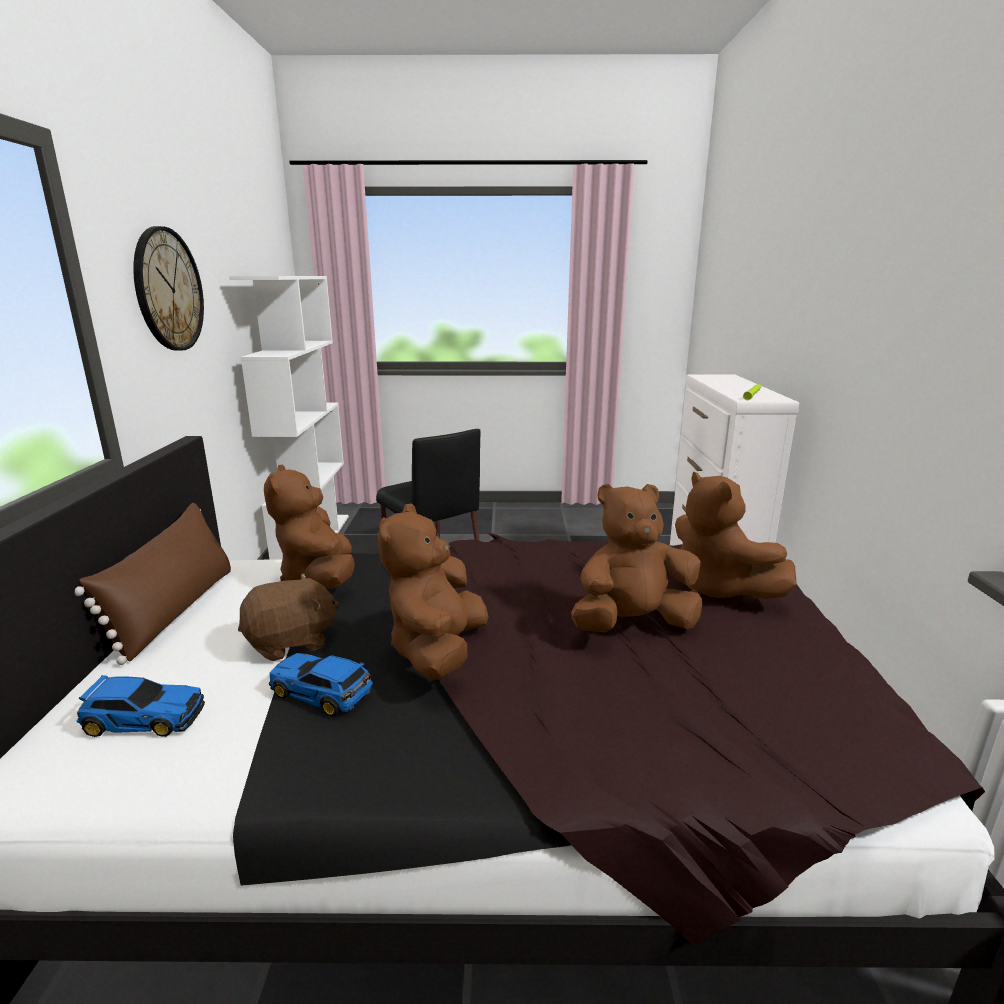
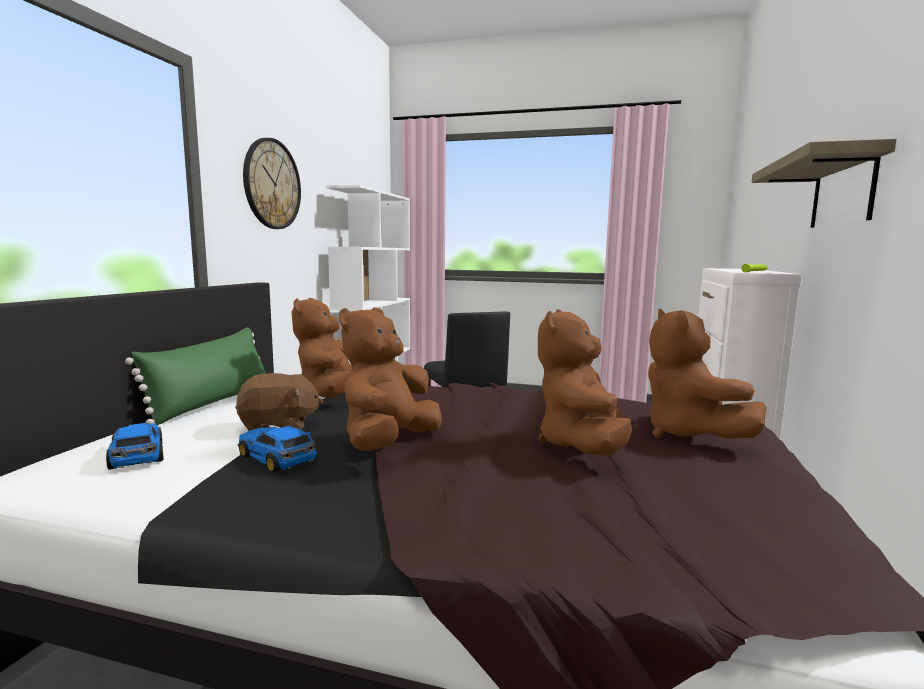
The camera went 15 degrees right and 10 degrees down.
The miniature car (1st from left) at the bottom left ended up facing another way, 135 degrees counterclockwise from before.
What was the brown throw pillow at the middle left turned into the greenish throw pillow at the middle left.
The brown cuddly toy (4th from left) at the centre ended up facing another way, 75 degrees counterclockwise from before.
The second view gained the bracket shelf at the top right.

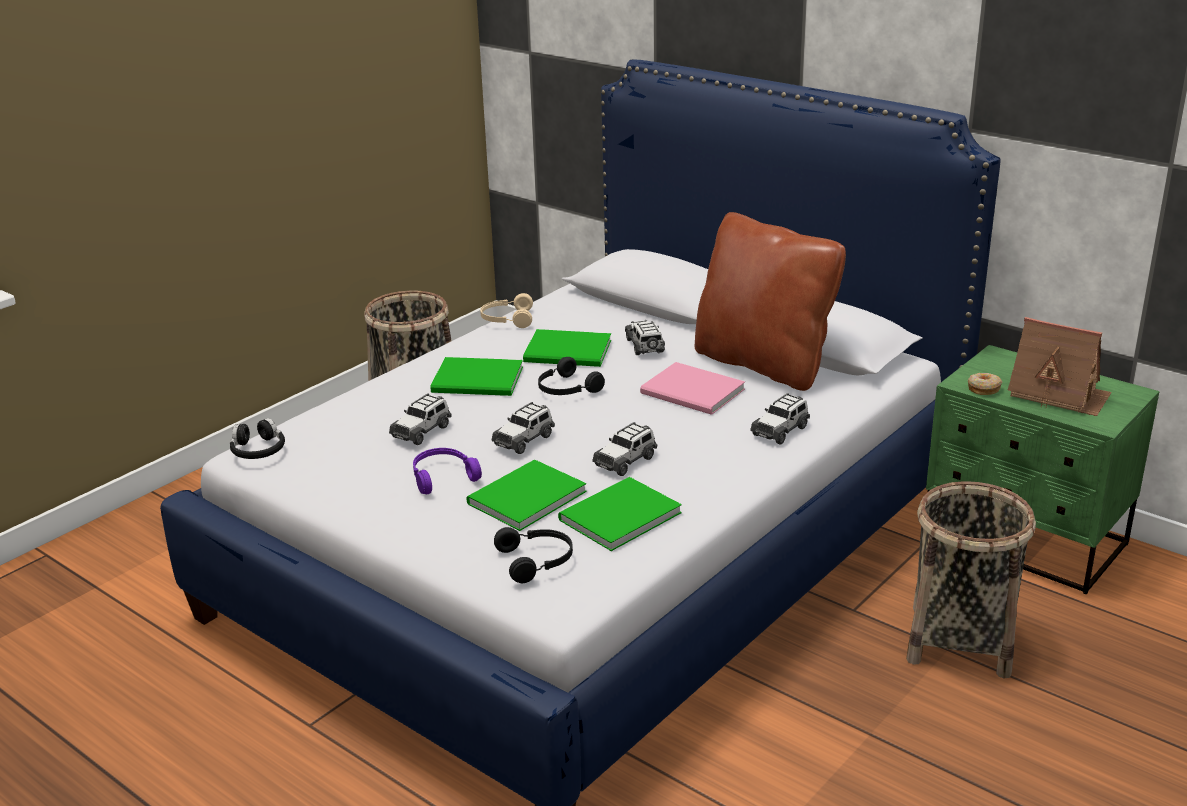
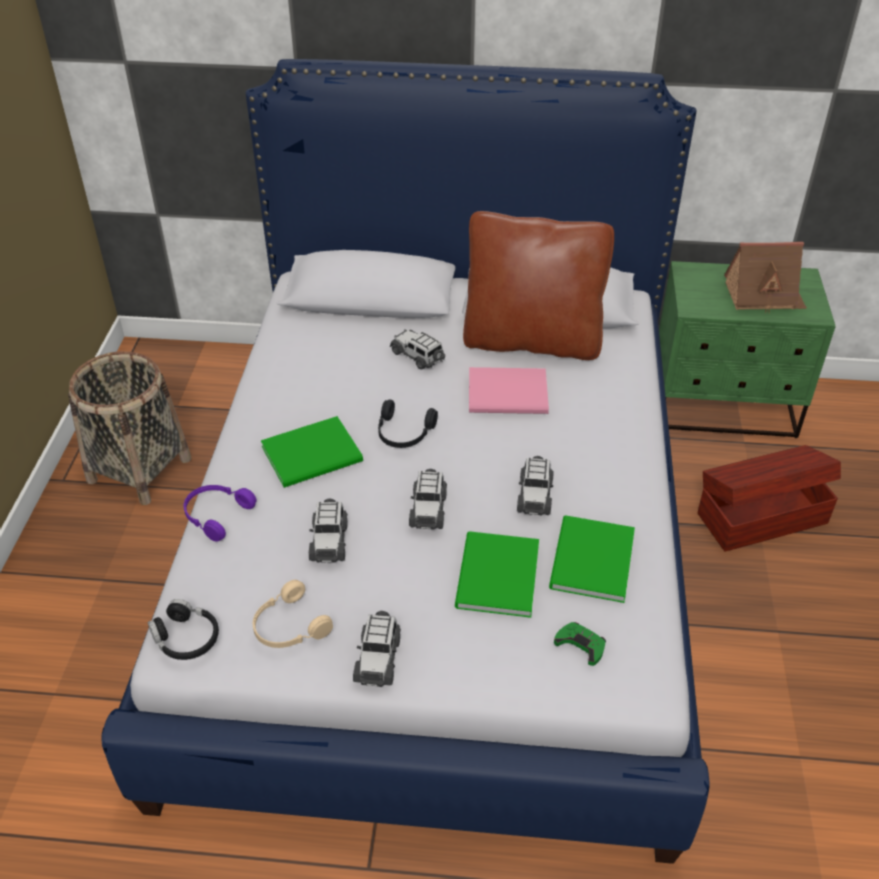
The camera went 35 degrees left and 15 degrees up.
The purple headset ended up elsewhere, having gone from the centre to the middle left.
The sand-coloured headset ended up elsewhere, having gone from the centre to the bottom centre.
The miniature car (5th from left in the first image) ended up elsewhere, having gone from the centre to the bottom centre.
Where the blackish headset (2nd from left) stood at the bottom centre, the greenish joypad came to stand at the bottom centre.
Where the basket (2nd from left) stood at the bottom right, the brown storage container came to stand at the middle right.
The second view lost the greenish book (3rd from left) at the centre.
The second view lost the doughnut at the middle right.

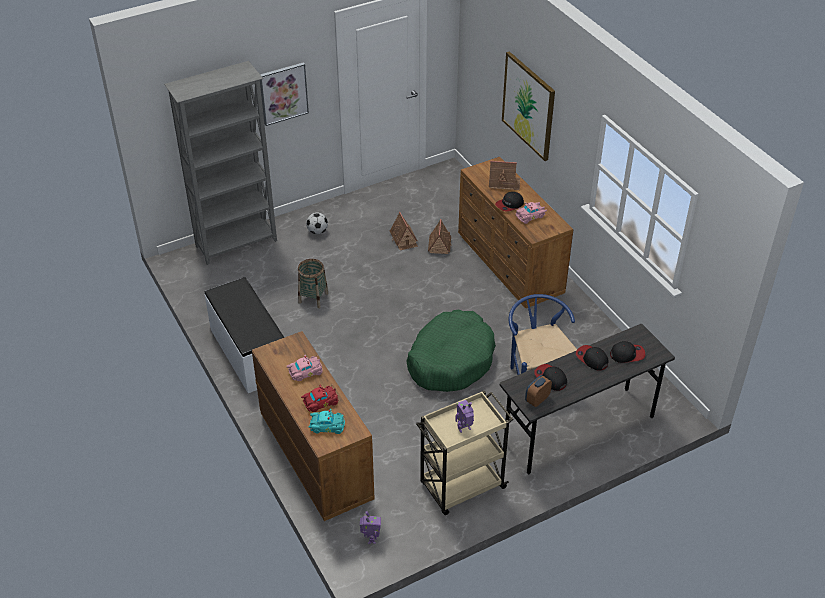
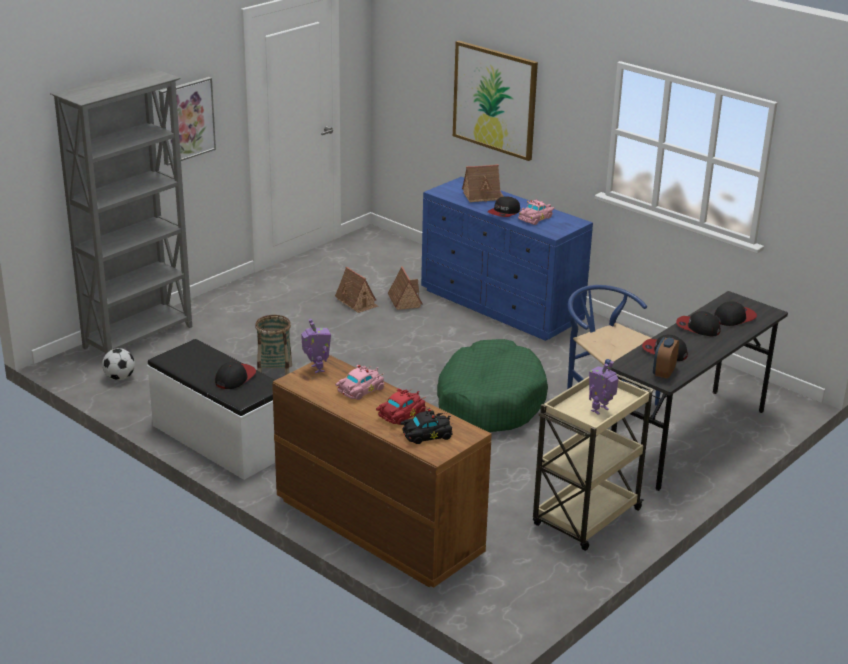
The camera went 20 degrees left and 15 degrees down.
The football ball ended up elsewhere, having gone from the centre to the middle left.
The second view gained the peaked cap (1st from left) at the middle left.
The robot figure (1st from left) ended up elsewhere, having gone from the bottom centre to the centre.
What was the turquoise miniature car at the bottom centre turned into the blackish miniature car at the centre.
What was the brown dresser (2nd from left) at the centre turned into the blue-coloured dresser at the centre.

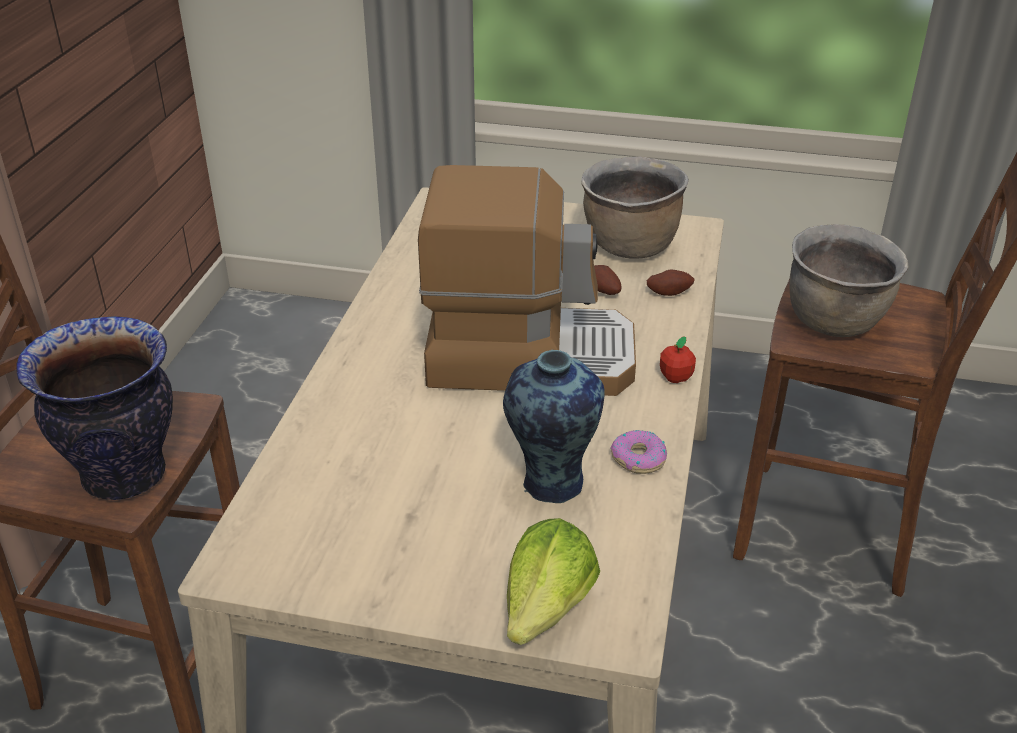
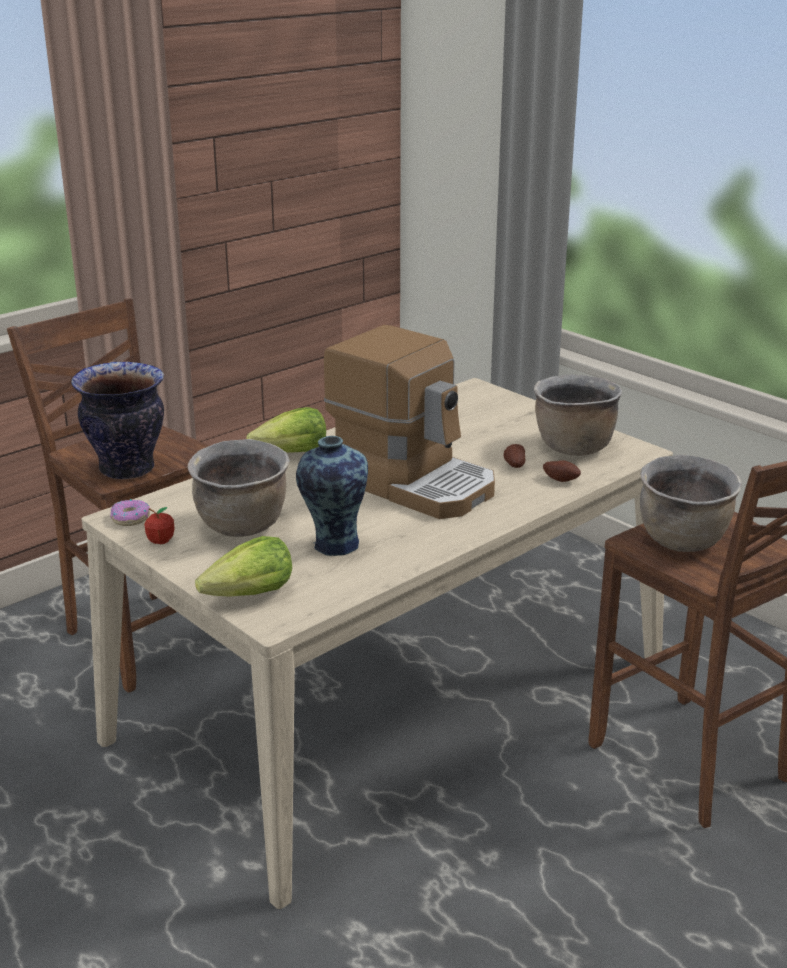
The camera went 35 degrees right and 10 degrees down.
The doughnut ended up elsewhere, having gone from the centre to the middle left.
The apple ended up elsewhere, having gone from the middle right to the middle left.
The second view gained the brown saucepot (1st from left) at the middle left.
The second view gained the lettuce head (2nd from left) at the centre.

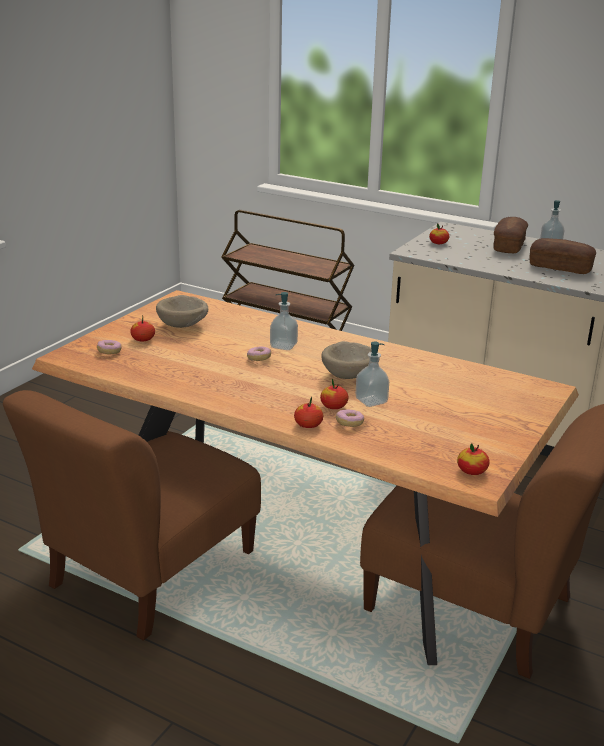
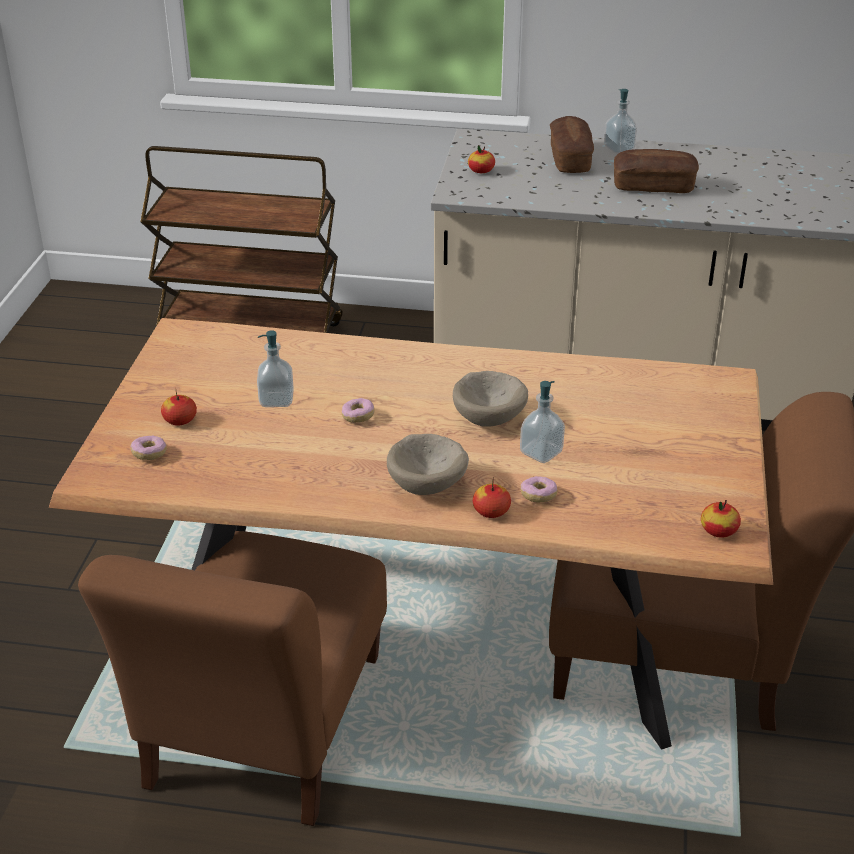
The camera went 20 degrees left and 10 degrees up.
The liquid soap bottle (1st from left) ended up elsewhere, having gone from the centre to the middle left.
The sand-coloured bowl (1st from left) ended up elsewhere, having gone from the middle left to the centre.
The second view lost the apple (3rd from left) at the centre.

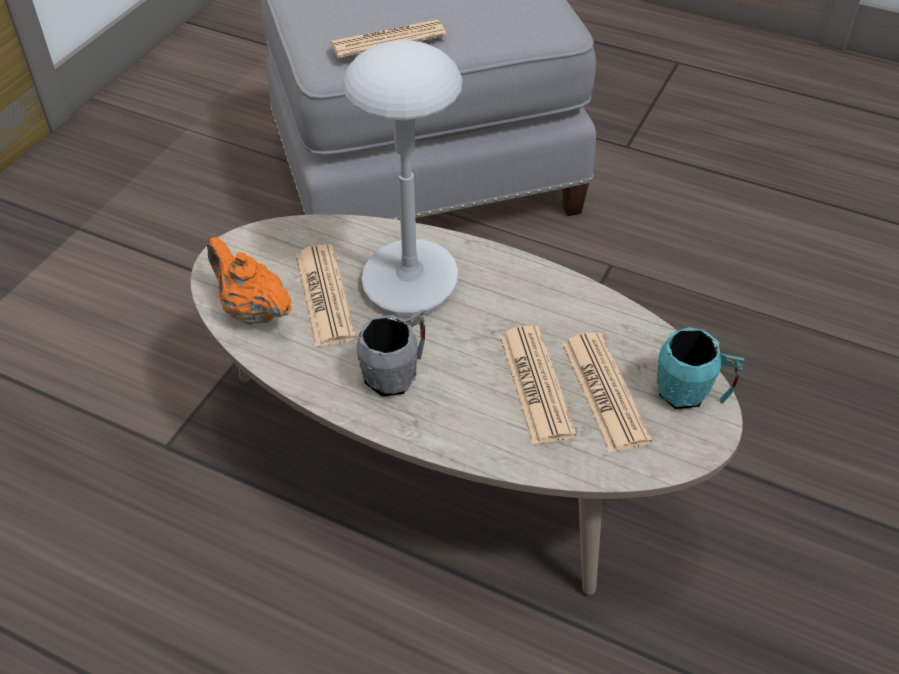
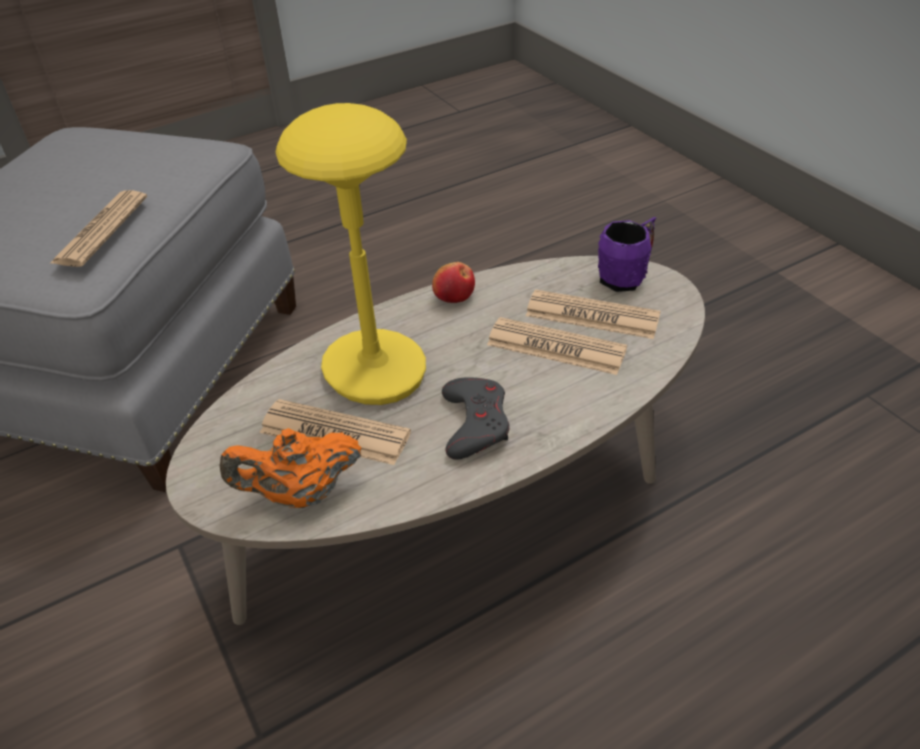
The camera went 55 degrees left and 5 degrees down.
What was the gray lamp for a table at the top centre turned into the yellow lamp for a table at the centre.
The second view gained the apple at the centre.
Where the gray tea mug stood at the centre, the gray joypad came to stand at the centre.
What was the turquoise tea mug at the middle right turned into the purple tea mug at the middle right.

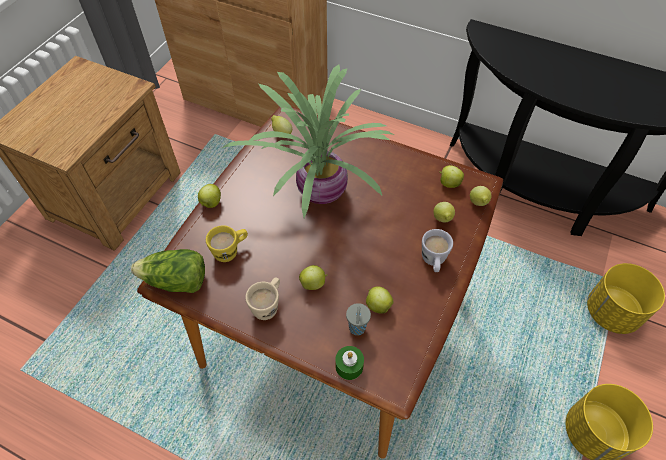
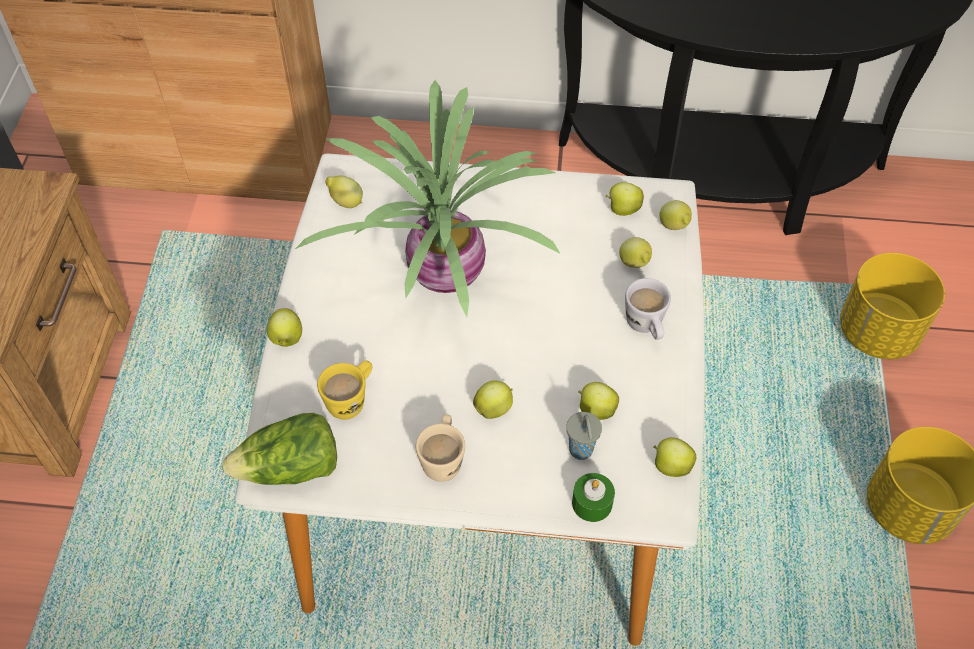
The camera went 20 degrees left and 0 degrees up.
What was the brown kitchen table at the centre turned into the white-coloured kitchen table at the centre.
The second view gained the apple (5th from left) at the bottom right.

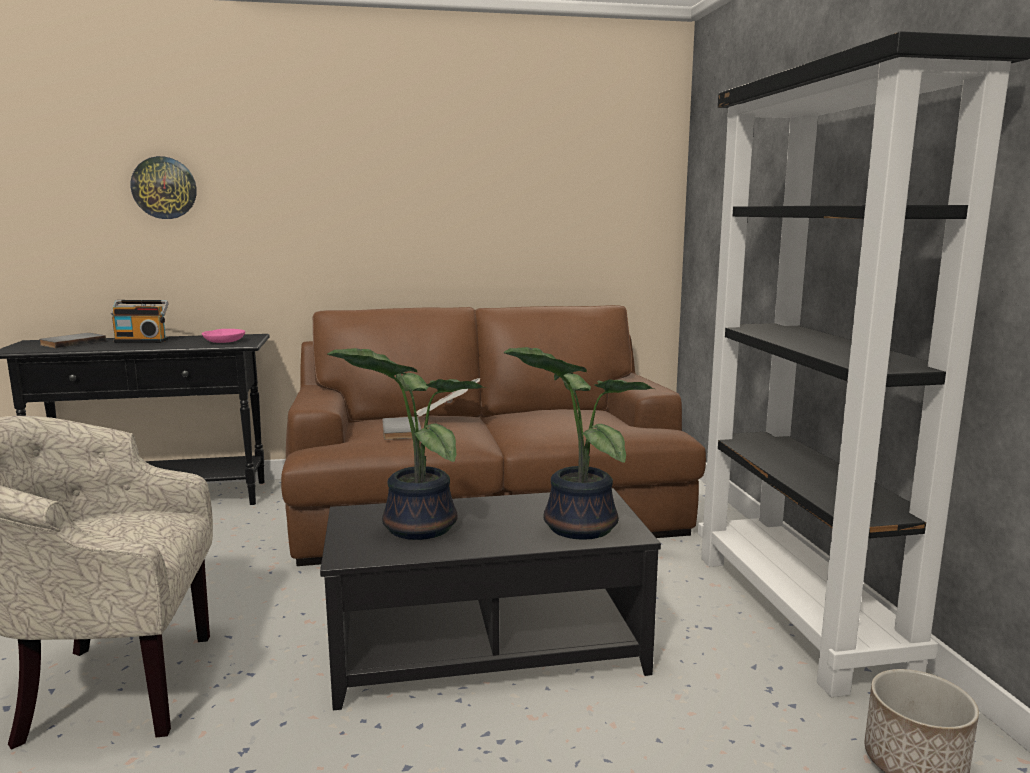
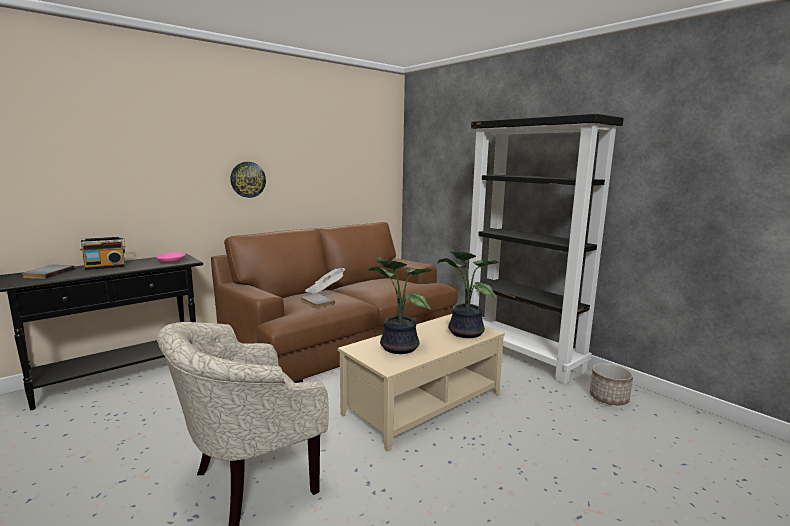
The camera went 30 degrees left and 0 degrees up.
The clock on the wall ended up elsewhere, having gone from the top left to the middle left.
What was the blackish coffee table at the bottom centre turned into the sand-coloured coffee table at the bottom centre.

